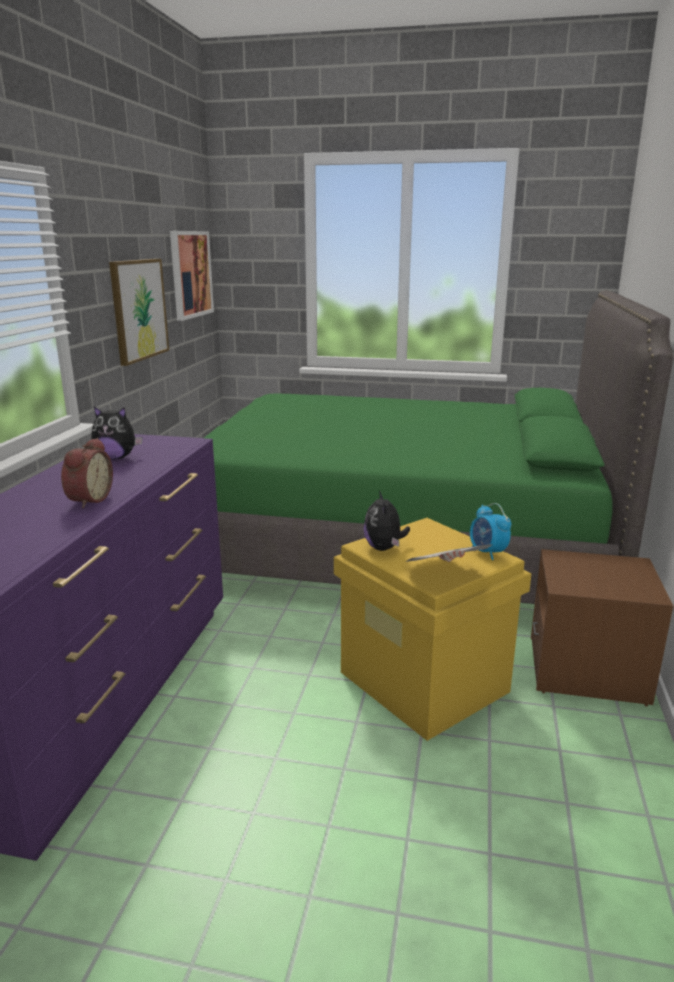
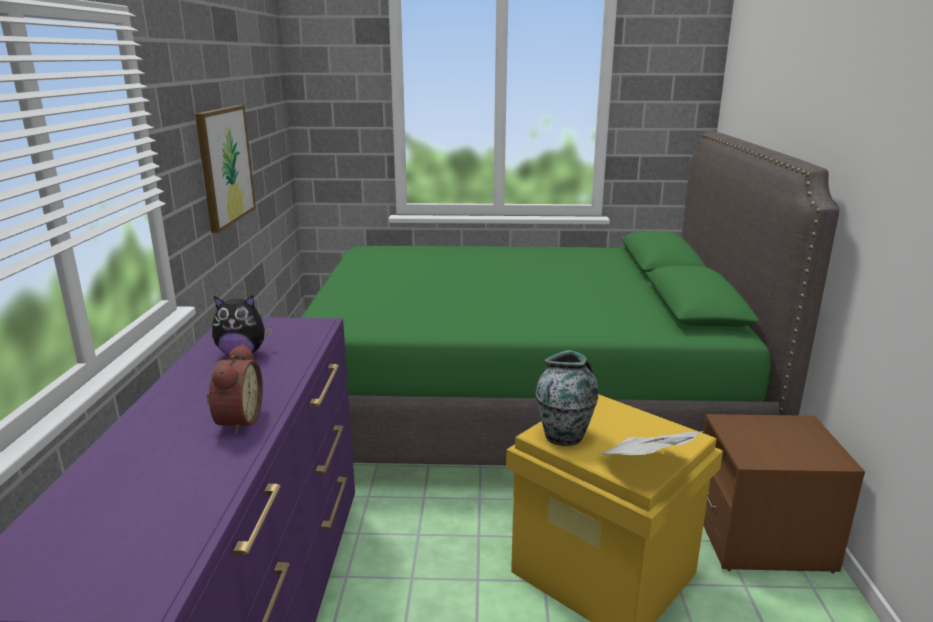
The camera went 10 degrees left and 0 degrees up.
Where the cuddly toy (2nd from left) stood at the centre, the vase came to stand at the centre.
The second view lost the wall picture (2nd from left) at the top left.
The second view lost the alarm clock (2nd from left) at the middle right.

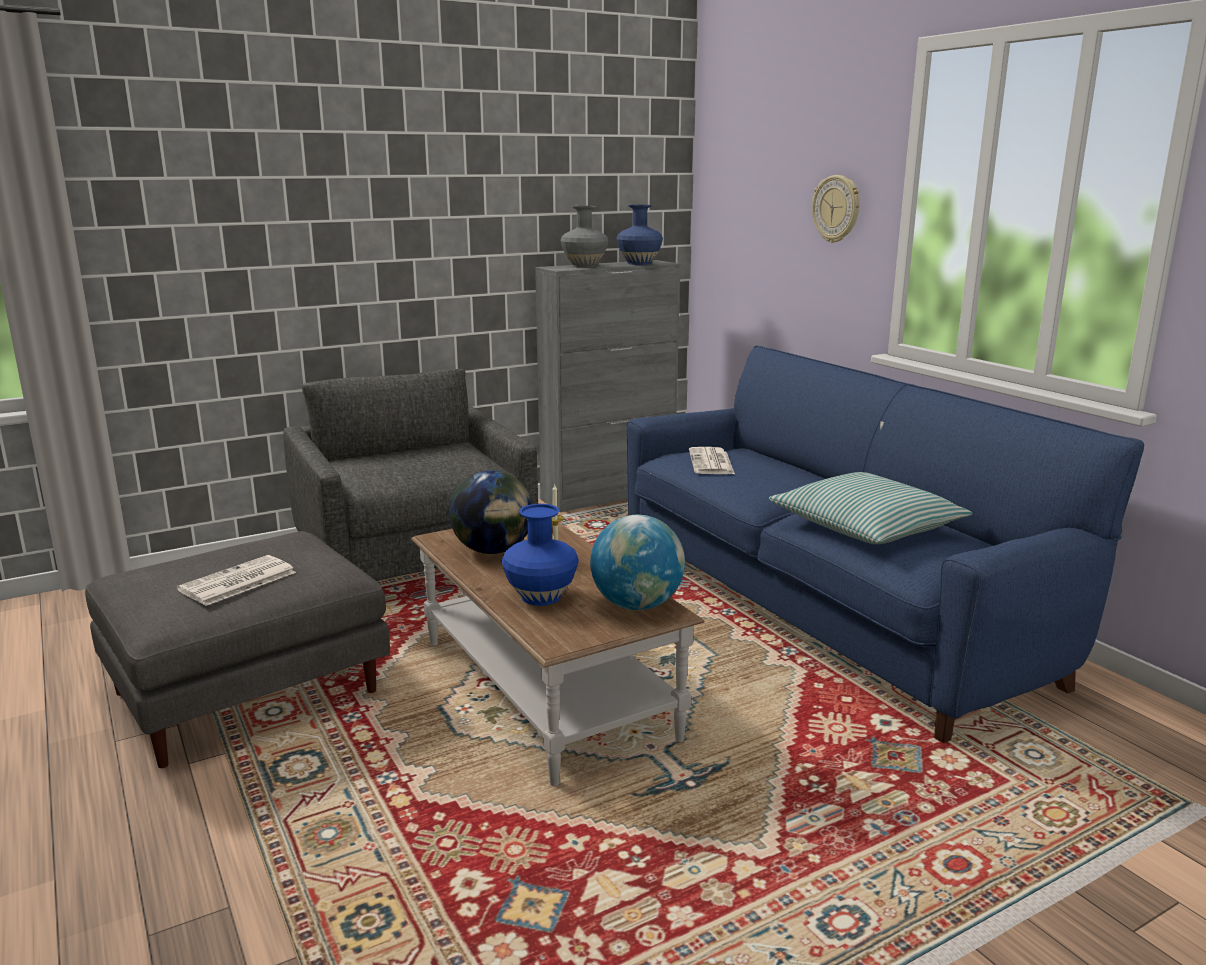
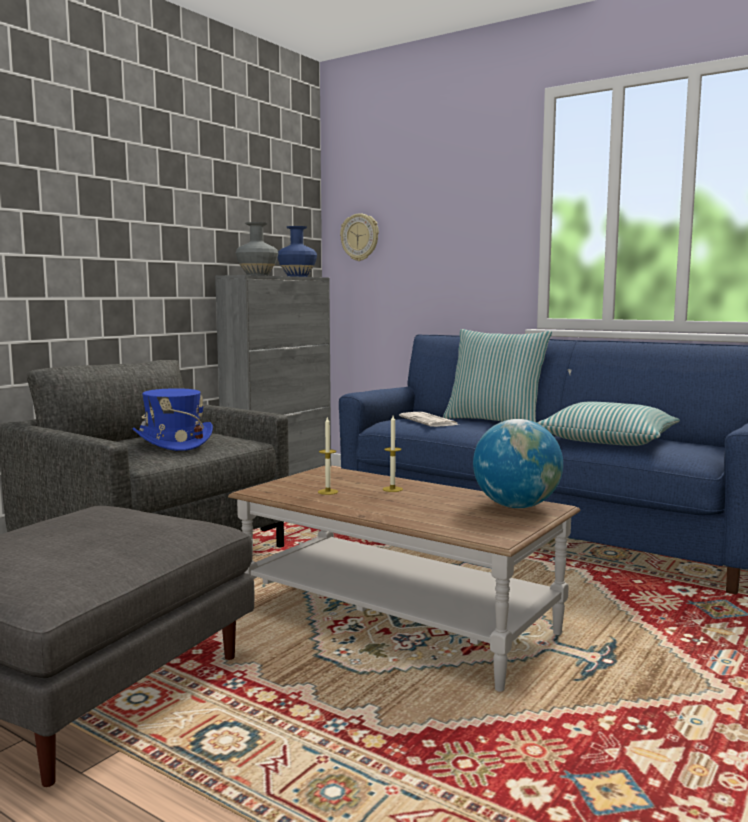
The camera went 25 degrees left and 10 degrees down.
The second view gained the blue-coloured clothing hat at the middle left.
Where the desk globe (1st from left) stood at the centre, the wax light (1st from left) came to stand at the centre.
The clock on the wall ended up elsewhere, having gone from the top right to the top centre.
The second view gained the throw pillow (1st from left) at the centre.
The second view lost the daily paper (1st from left) at the middle left.
The second view lost the blue-coloured vase (1st from left) at the centre.

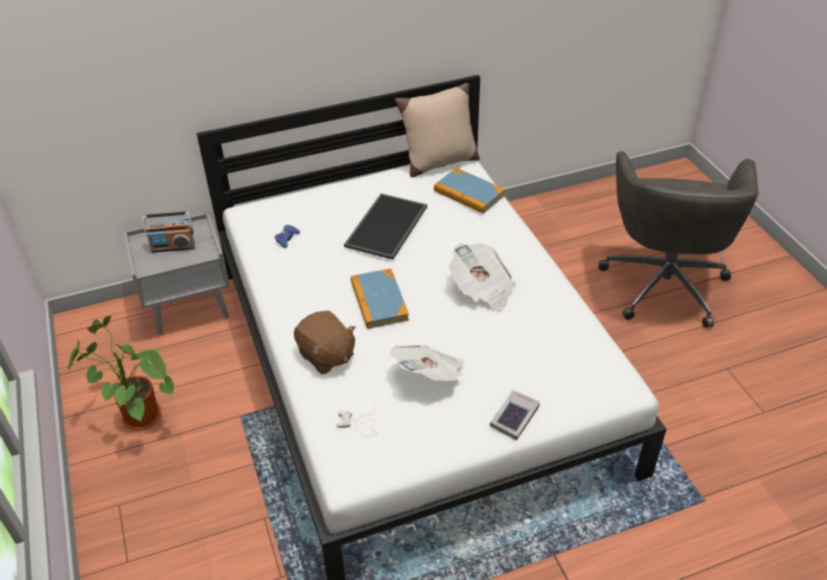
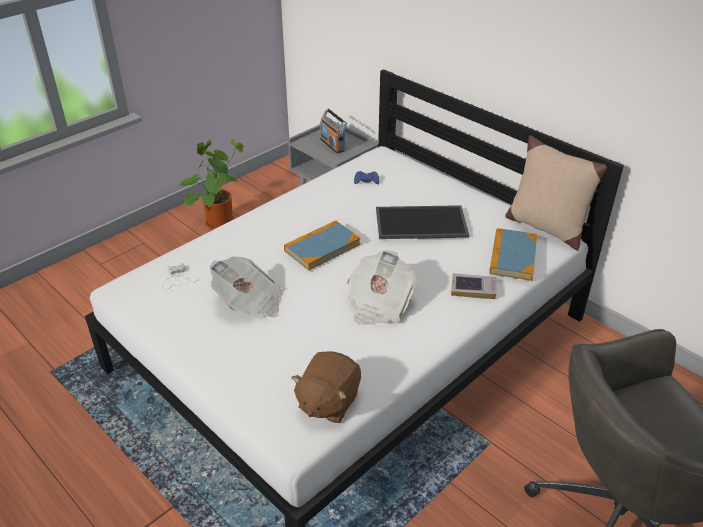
The camera went 65 degrees right and 5 degrees down.
The brown cuddly toy ended up elsewhere, having gone from the centre to the bottom centre.
The book (3rd from left in the first image) ended up elsewhere, having gone from the bottom centre to the middle right.

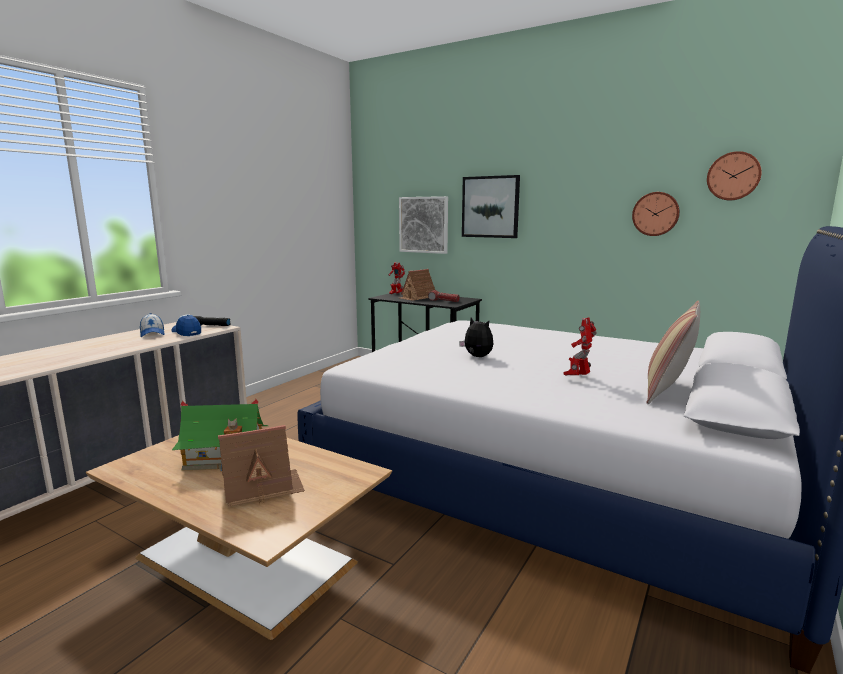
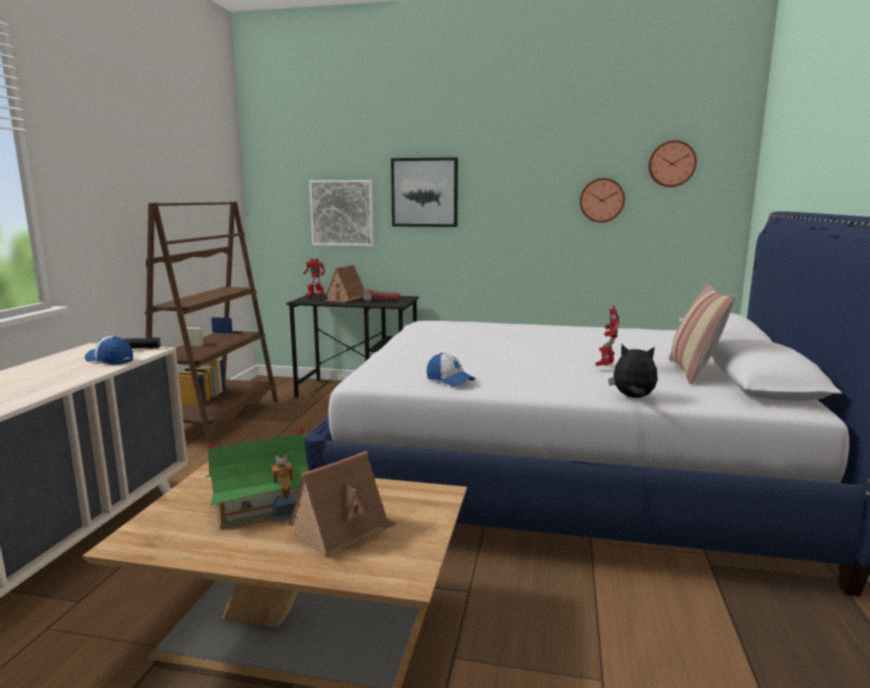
The camera went 20 degrees left and 0 degrees up.
The second view gained the brown bookcase at the middle left.
The peaked cap (1st from left in the first image) ended up elsewhere, having gone from the middle left to the centre.
The cuddly toy ended up elsewhere, having gone from the centre to the middle right.

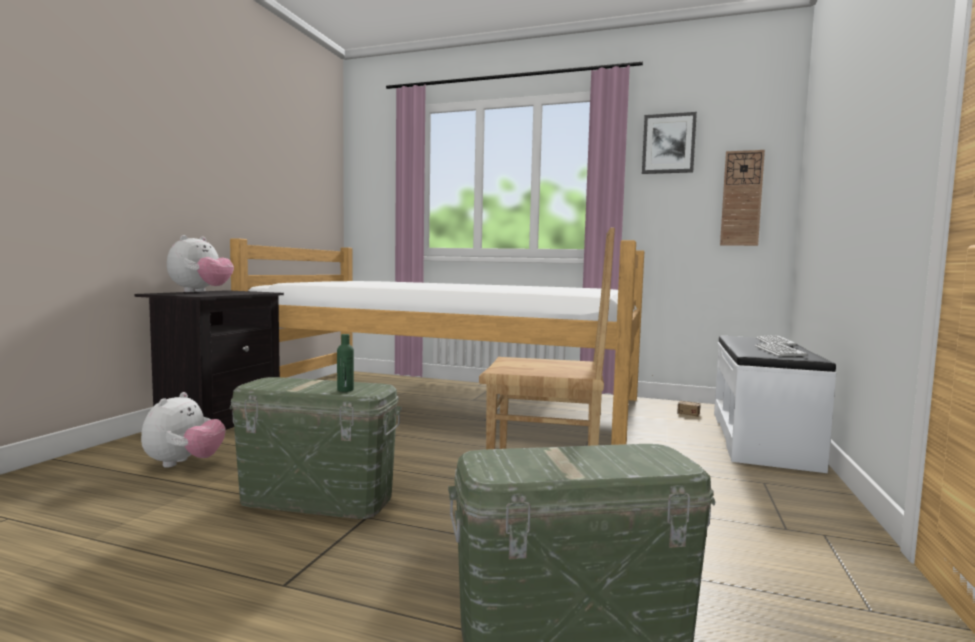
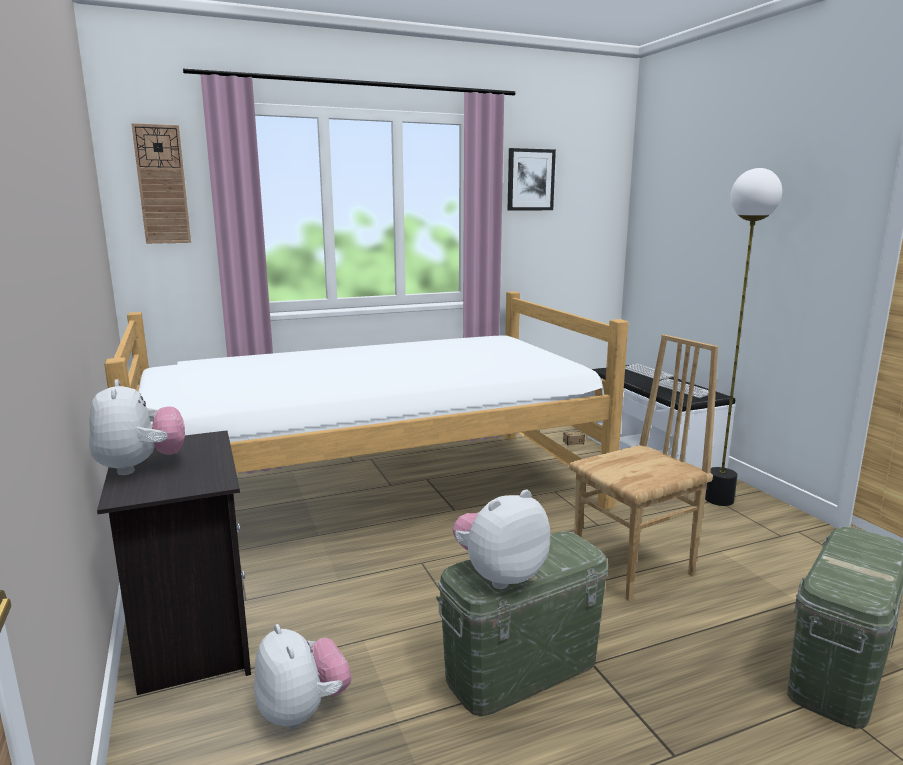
The camera went 40 degrees left and 10 degrees up.
The clock on the wall ended up elsewhere, having gone from the top right to the top left.
The second view gained the cuddly toy (3rd from left) at the bottom centre.
The second view gained the standing lamp at the middle right.
The second view lost the greenish bottle at the centre.

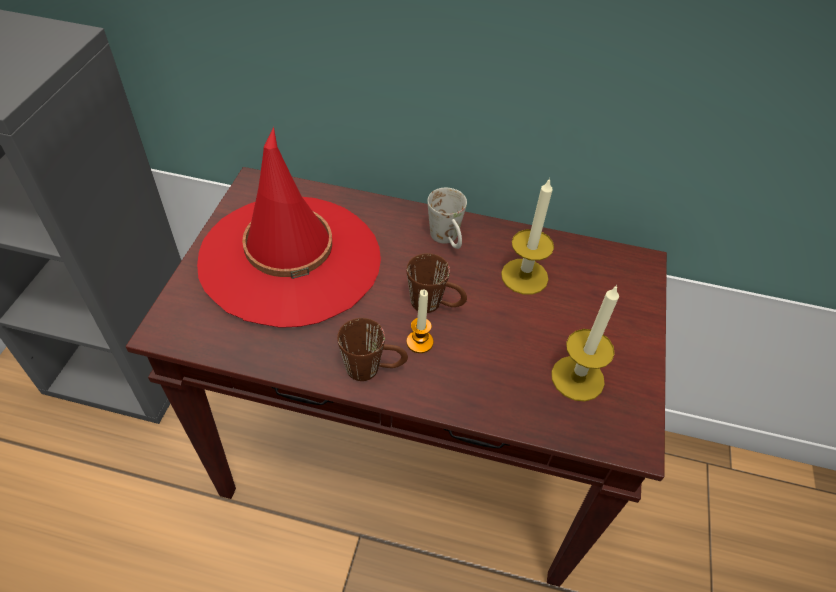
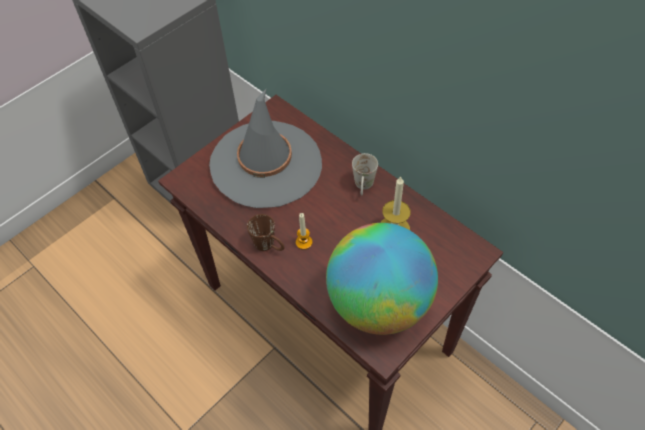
The camera went 35 degrees right and 5 degrees up.
What was the red clothing hat at the centre turned into the gray clothing hat at the centre.
Where the wax light (3rd from left) stood at the middle right, the desk globe came to stand at the centre.
The second view lost the brown tea mug (2nd from left) at the centre.

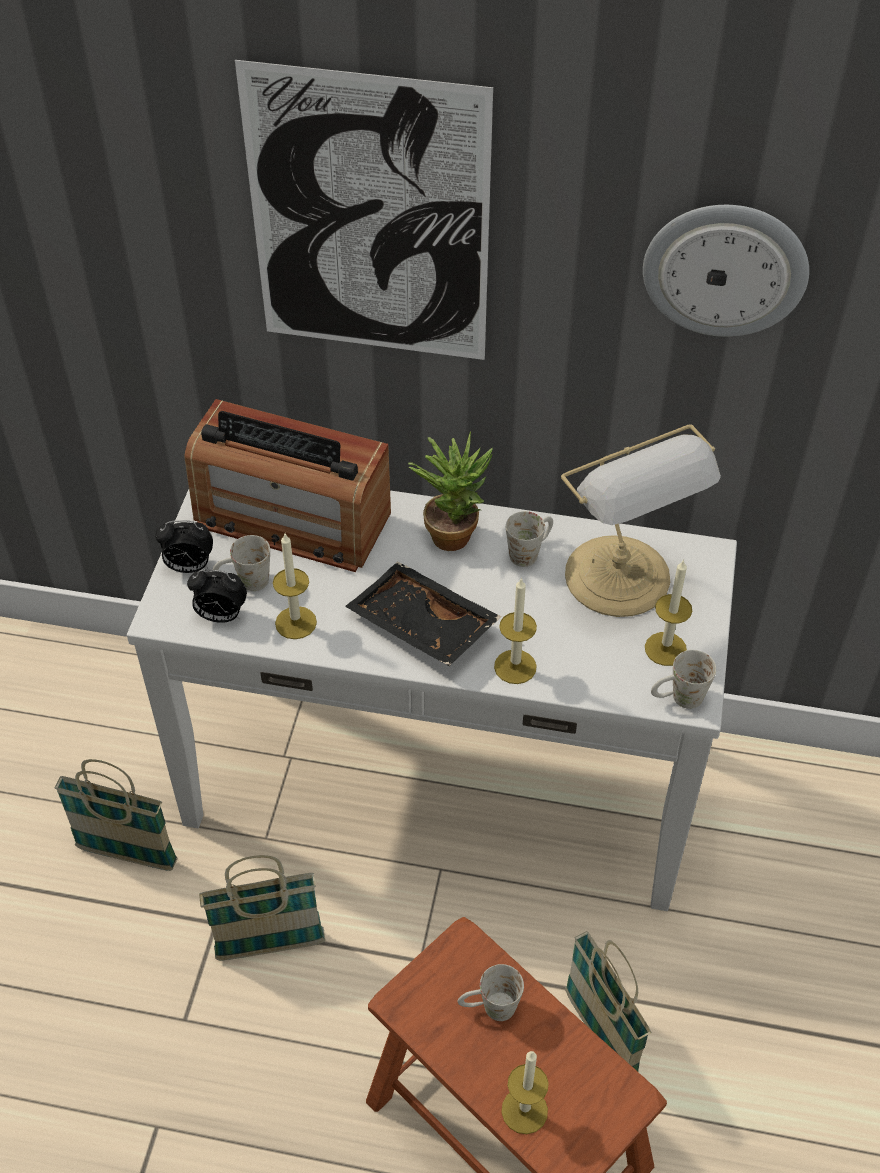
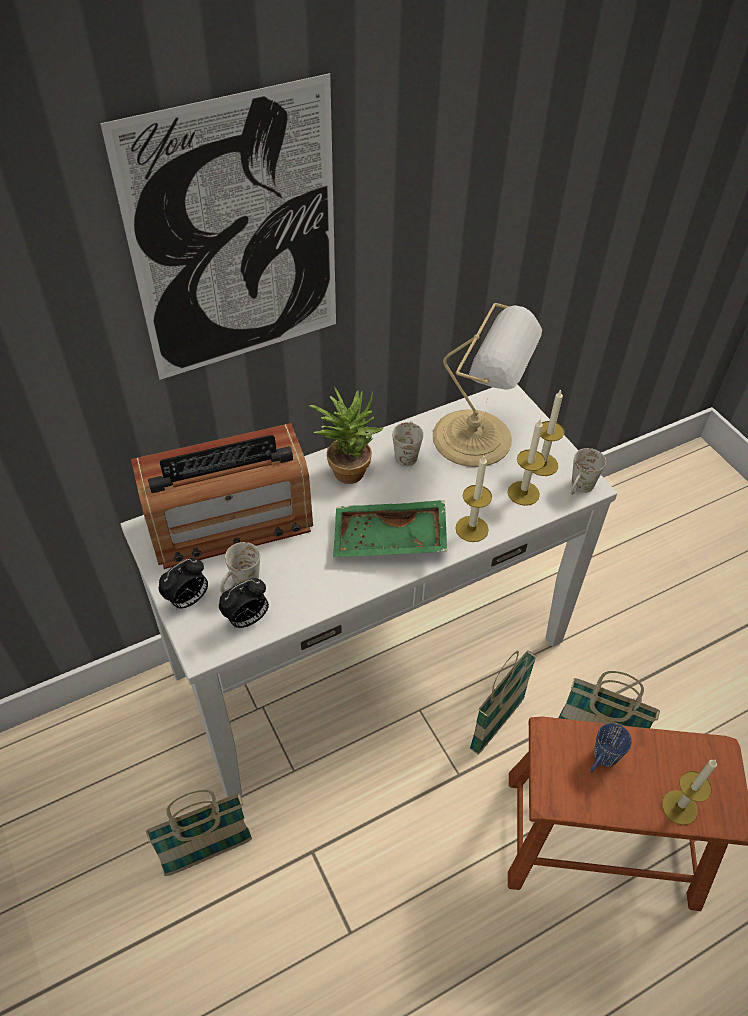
The camera went 40 degrees left and 0 degrees up.
What was the blackish serving tray at the centre turned into the greenish serving tray at the centre.
The basket (2nd from left) ended up elsewhere, having gone from the bottom left to the bottom right.
The wax light (1st from left in the first image) ended up elsewhere, having gone from the centre to the middle right.
What was the white-coloured tea mug (2nd from left) at the bottom centre turned into the blue-coloured tea mug at the bottom right.
The second view lost the clock on the wall at the top right.

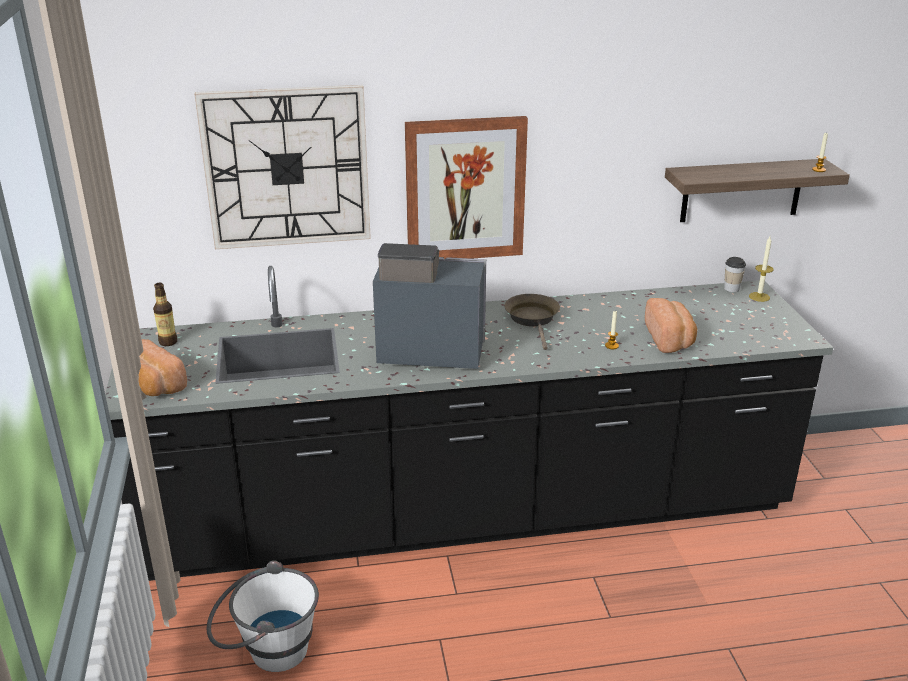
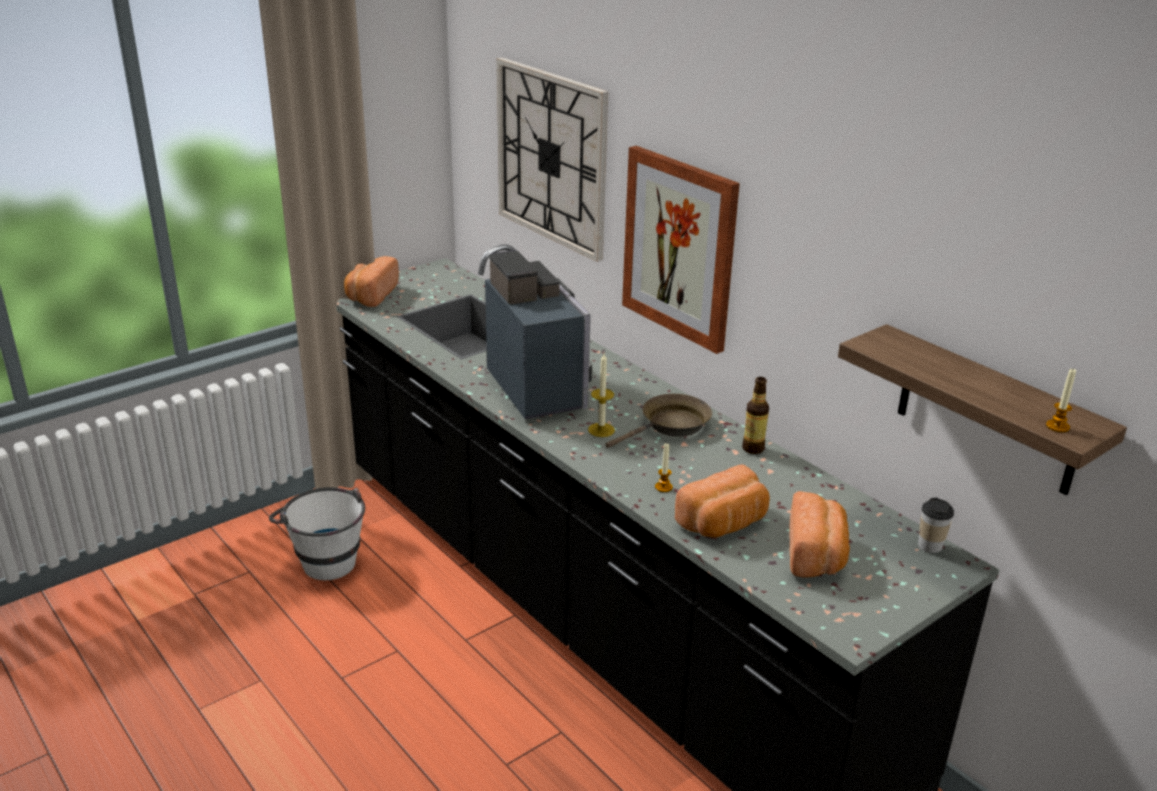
The camera went 60 degrees right and 0 degrees up.
The wax light (2nd from left in the first image) ended up elsewhere, having gone from the middle right to the centre.
The bottle ended up elsewhere, having gone from the middle left to the centre.
The second view gained the bread (3rd from left) at the bottom right.

